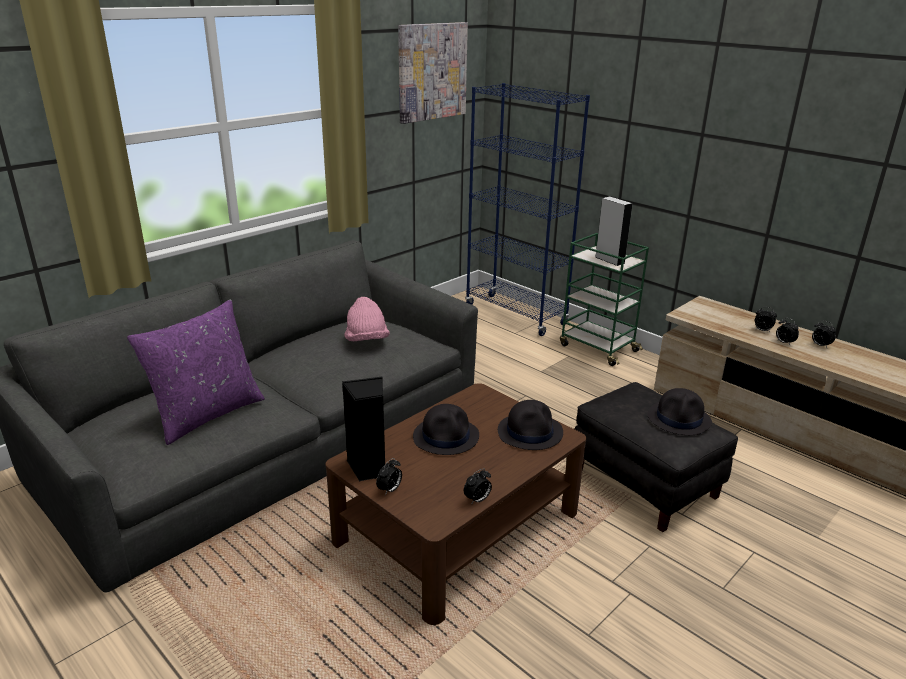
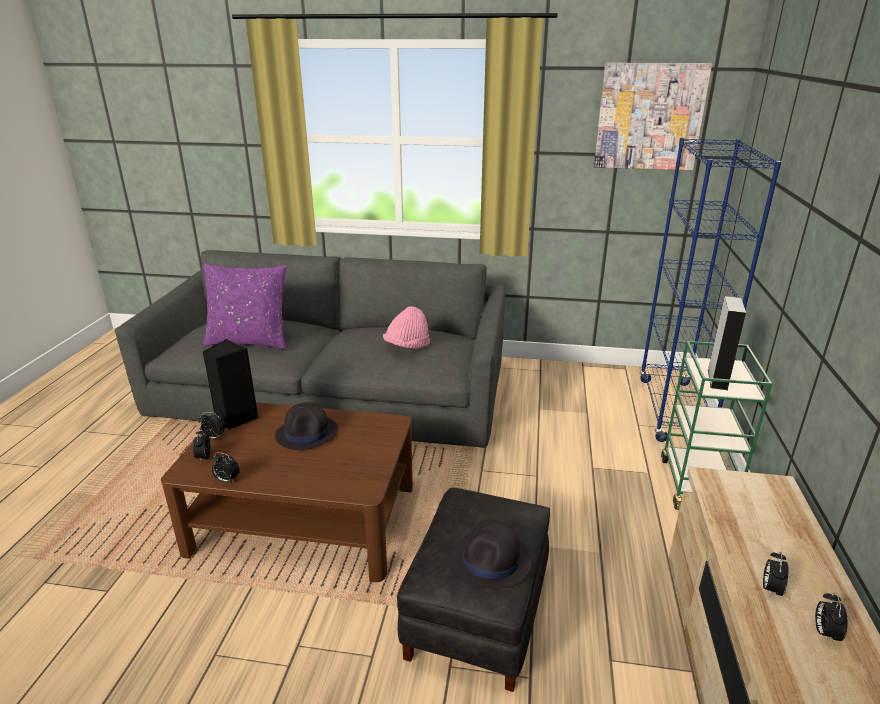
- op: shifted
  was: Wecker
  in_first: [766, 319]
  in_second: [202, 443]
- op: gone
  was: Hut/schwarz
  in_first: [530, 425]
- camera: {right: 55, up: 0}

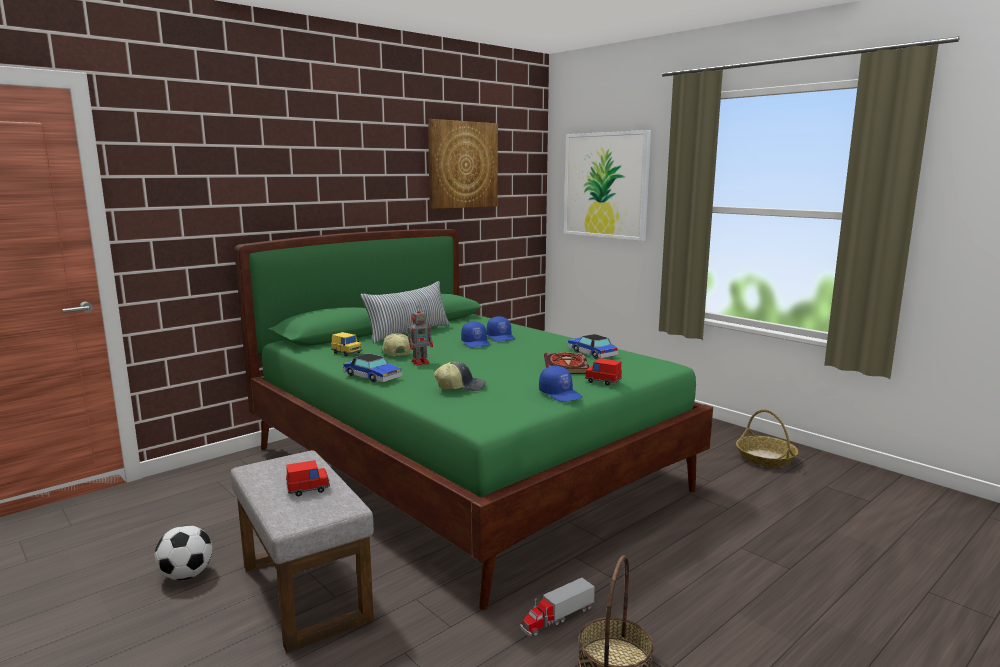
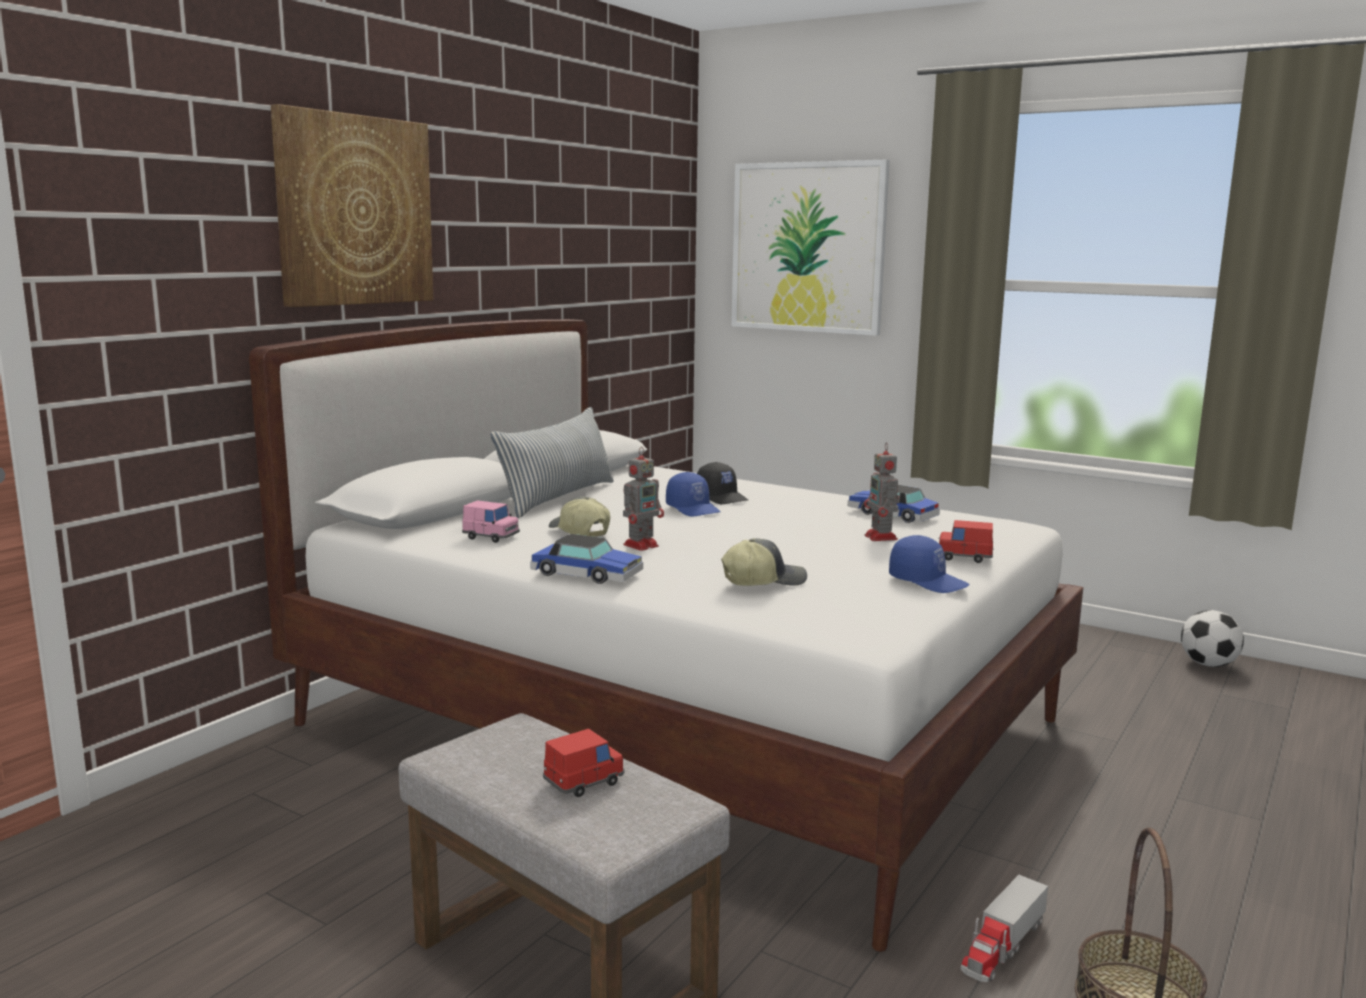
- op: repainted
  was: Bett/grün
  now: Bett/weiß
  in_first: [473, 419]
  in_second: [666, 635]
- op: shifted
  was: Bild
  in_first: [463, 164]
  in_second: [352, 205]
- op: repainted
  was: Spielzeugauto/gelb
  now: Spielzeugauto/rosa
  in_first: [346, 344]
  in_second: [491, 522]
- op: repainted
  was: Kappe/blau
  now: Kappe/schwarz
  in_first: [501, 329]
  in_second: [722, 483]
- op: swapped
  was: Buch
  now: Spielzeugroboter
  in_first: [566, 363]
  in_second: [881, 491]
- op: shifted
  was: Fußball
  in_first: [183, 552]
  in_second: [1212, 638]
- op: gone
  was: Korb
  in_first: [767, 438]
- camera: {right: -15, up: 0}

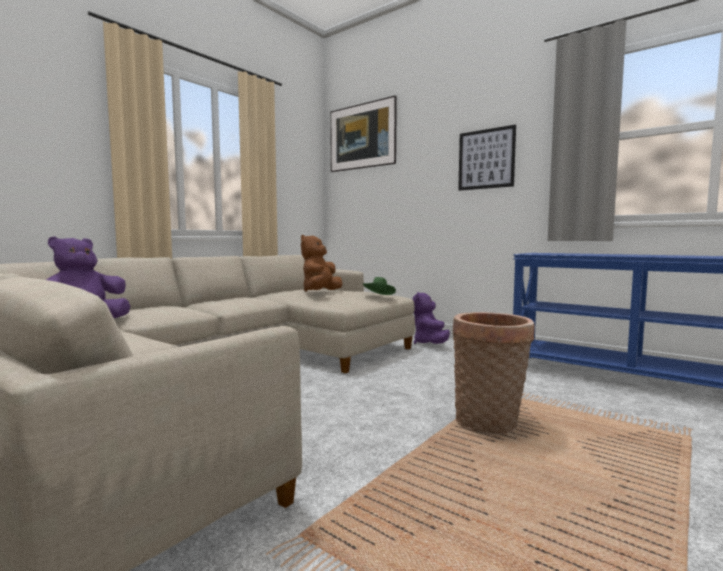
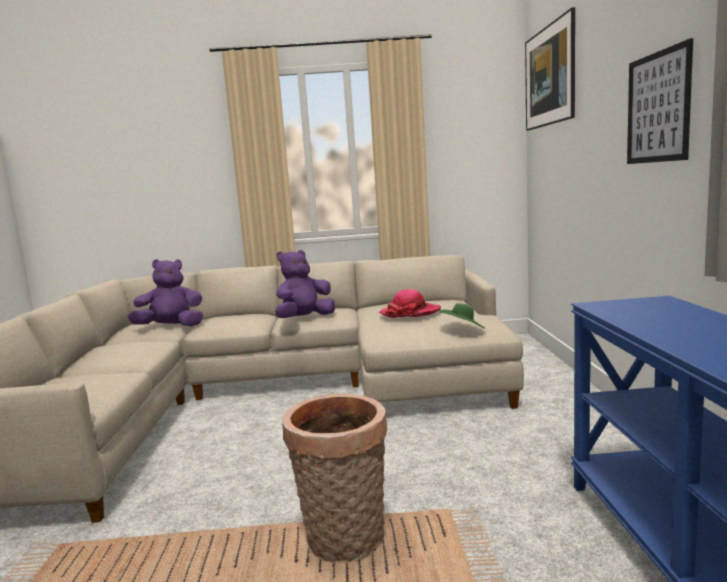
- op: shifted
  was: Plüschtier/lila
  in_first: [431, 318]
  in_second: [305, 284]
- op: swapped
  was: Plüschtier/braun
  now: Hut
  in_first: [321, 263]
  in_second: [410, 303]
- camera: {right: 50, up: 5}

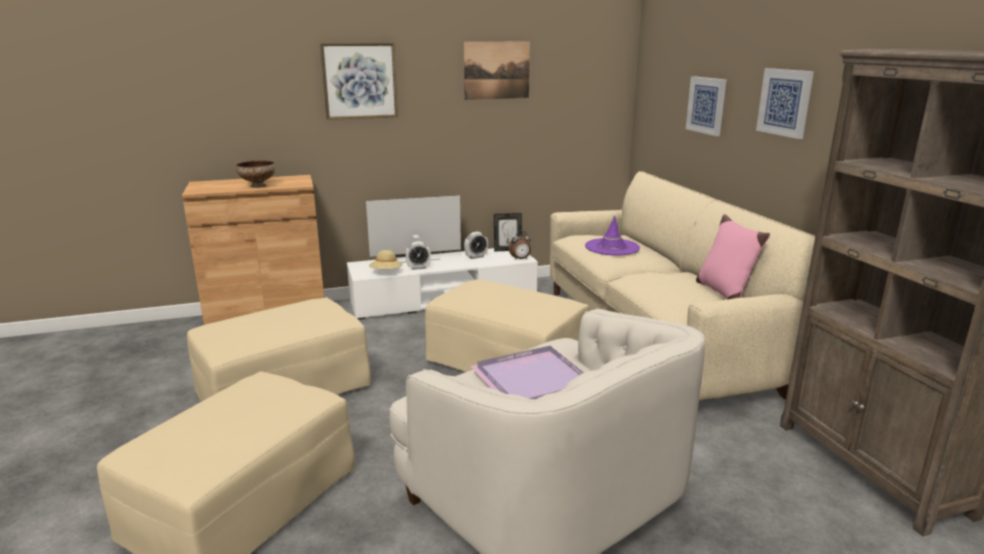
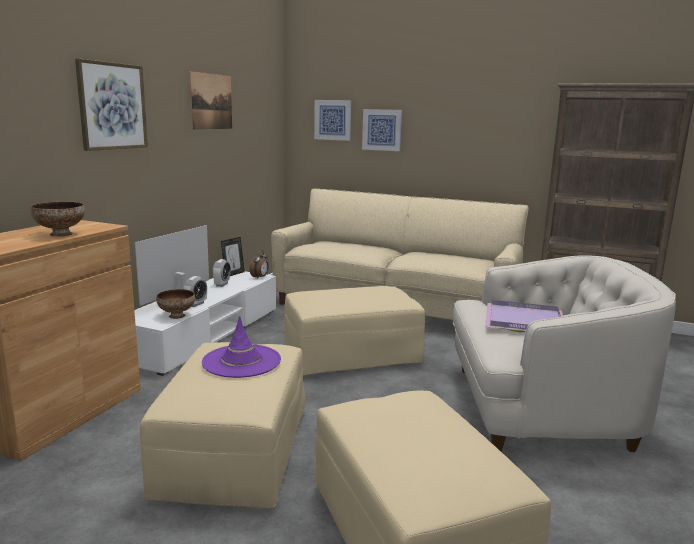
- op: swapped
  was: Hut/beige
  now: Schüssel
  in_first: [386, 259]
  in_second: [175, 304]
- op: shifted
  was: Hut/lila
  in_first: [612, 235]
  in_second: [241, 347]
- op: shifted
  was: Bild
  in_first: [785, 103]
  in_second: [332, 120]
- op: gone
  was: Kissen/rosa
  in_first: [733, 256]
- camera: {right: -50, up: -5}

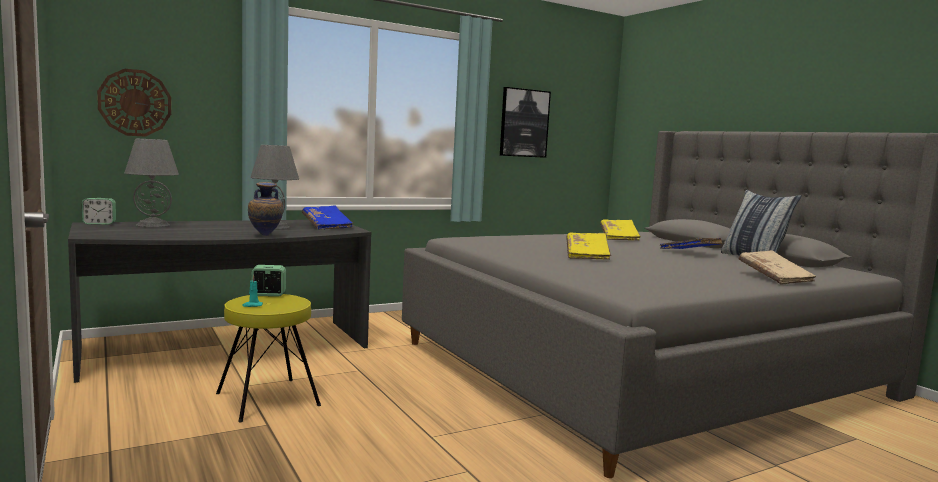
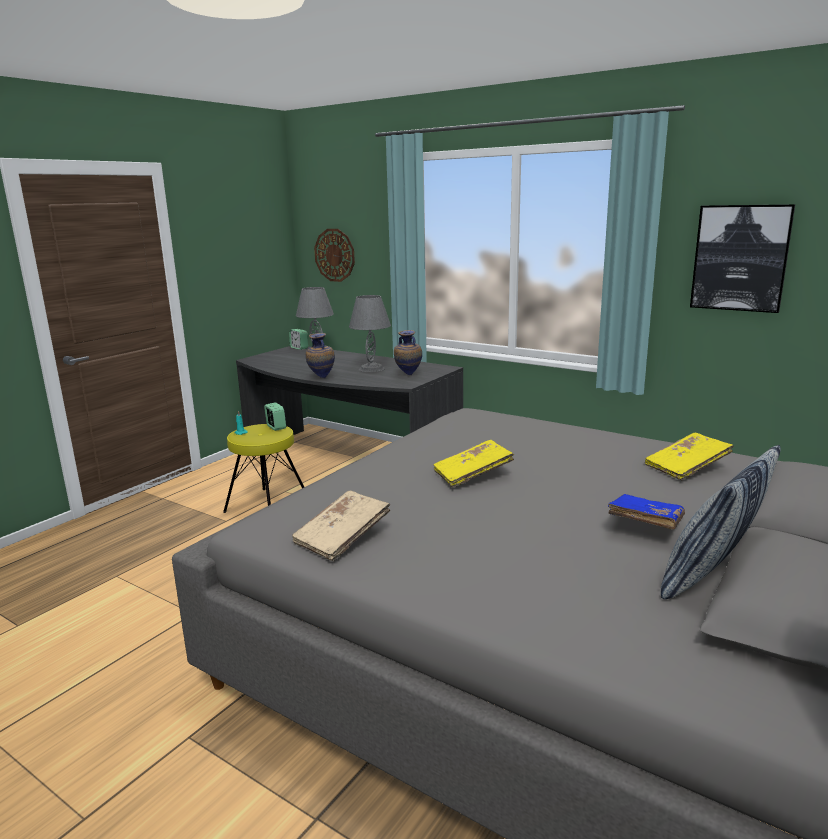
- op: shifted
  was: Buch/beige
  in_first: [777, 267]
  in_second: [341, 525]
- op: swapped
  was: Buch/blau
  now: Vase
  in_first: [327, 217]
  in_second: [408, 352]
- camera: {right: 65, up: 10}

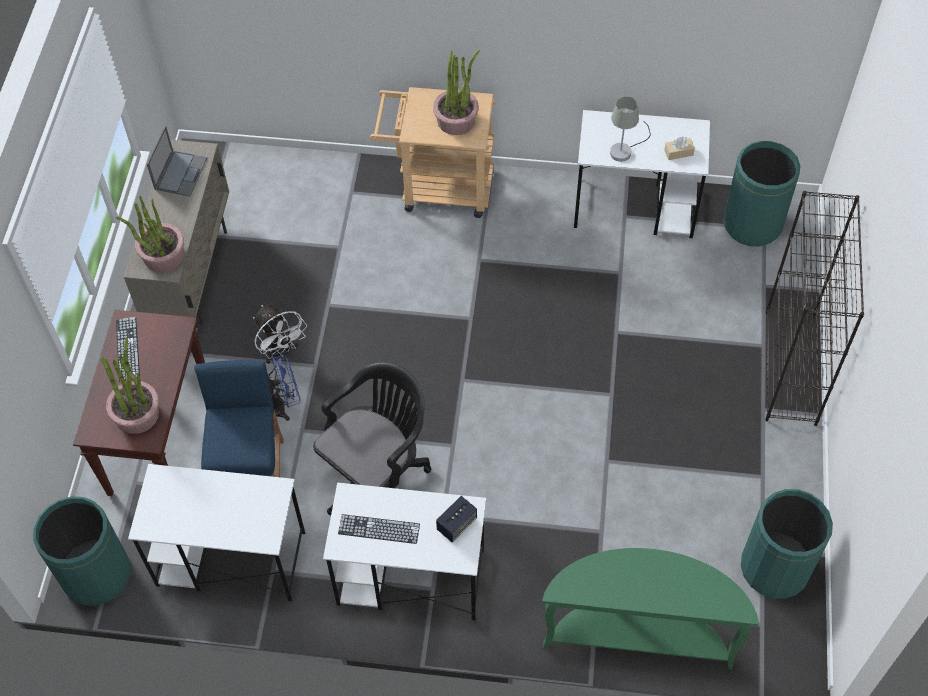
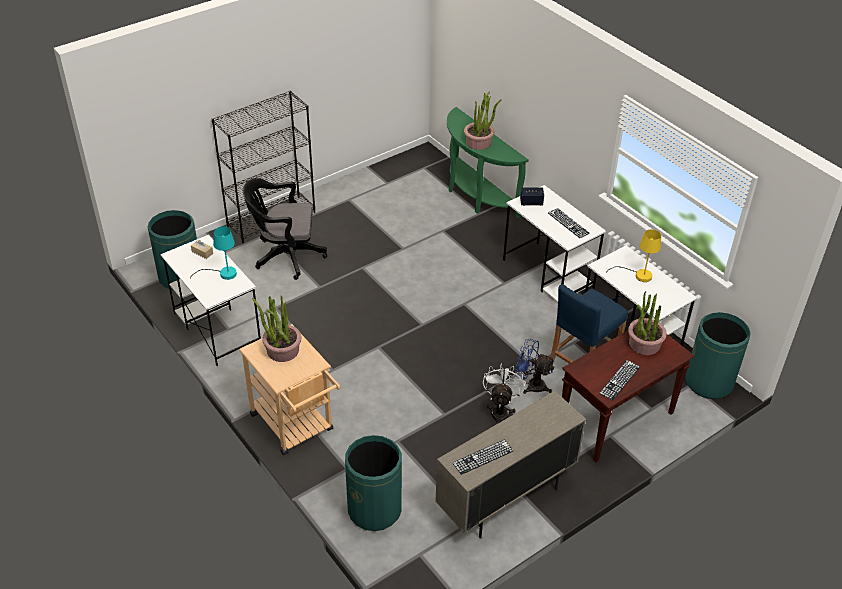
- op: repainted
  was: Tischlampe/grau
  now: Tischlampe/türkis
  in_first: [630, 129]
  in_second: [213, 253]
- op: shifted
  was: Bürostuhl/schwarz
  in_first: [372, 438]
  in_second: [285, 229]
- op: shifted
  was: Mülleimer/grün
  in_first: [787, 544]
  in_second: [373, 483]
- op: swapped
  was: Laptop
  now: Tastatur
  in_first: [177, 161]
  in_second: [483, 457]
- op: shifted
  was: Topfpflanze
  in_first: [150, 233]
  in_second: [483, 120]
- op: new
  now: Tischlampe/gelb
  in_second: [633, 255]
- camera: {right: -135, up: -15}

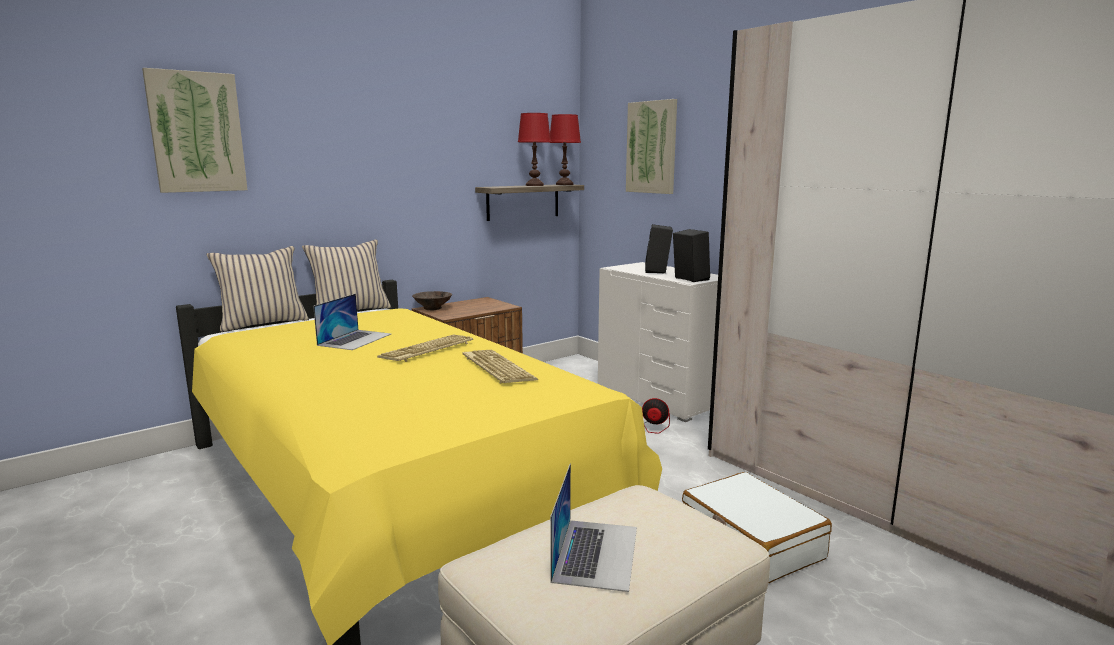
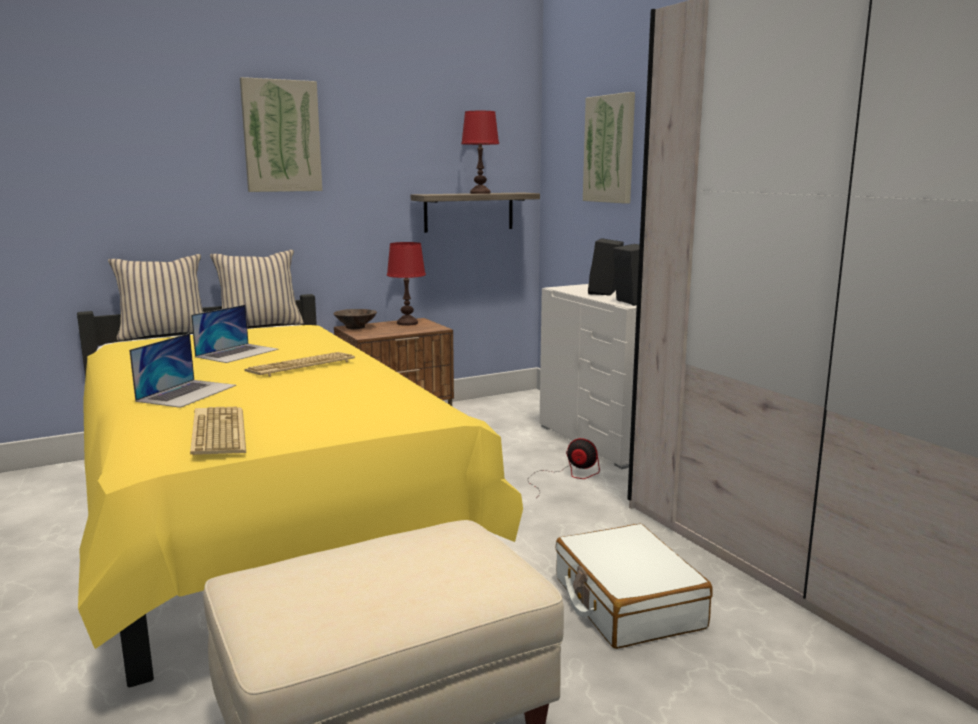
- op: shifted
  was: Laptop
  in_first: [593, 527]
  in_second: [182, 370]
- op: shifted
  was: Tastatur
  in_first: [500, 367]
  in_second: [218, 431]
- op: shifted
  was: Bild
  in_first: [195, 130]
  in_second: [281, 134]
- op: shifted
  was: Tischlampe/rot
  in_first: [565, 149]
  in_second: [406, 284]
- camera: {right: 10, up: 0}

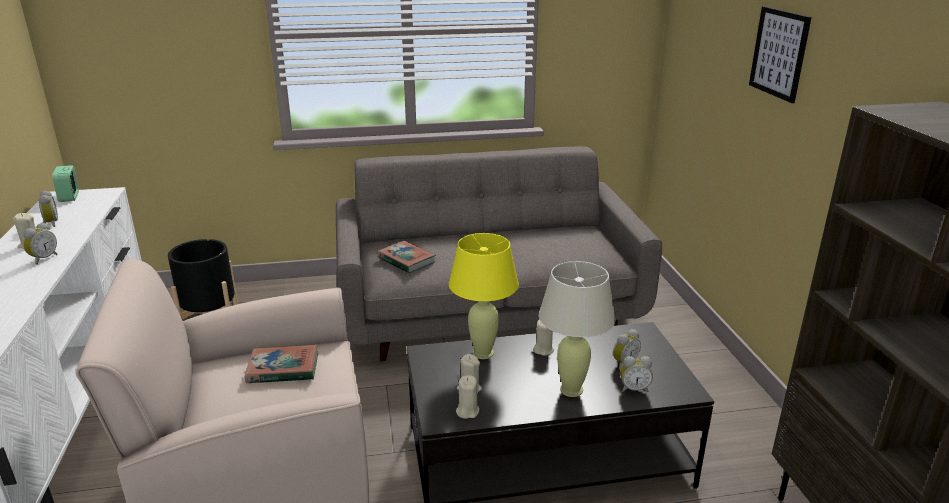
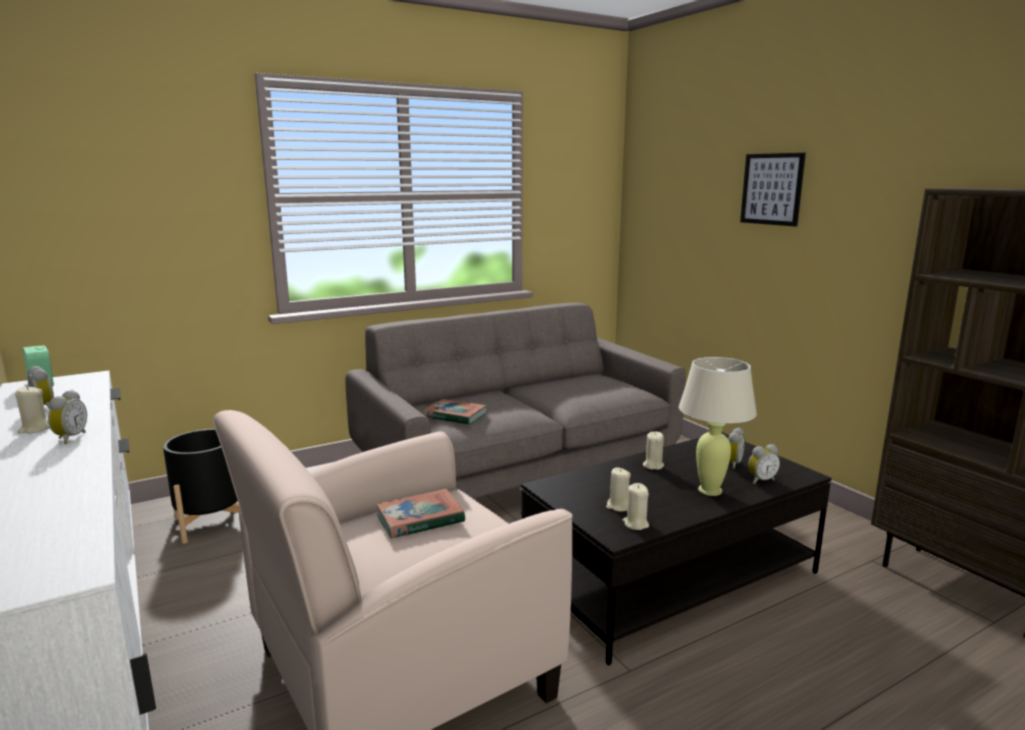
- op: gone
  was: Tischlampe/gelb
  in_first: [484, 296]
- camera: {right: -20, up: -10}

